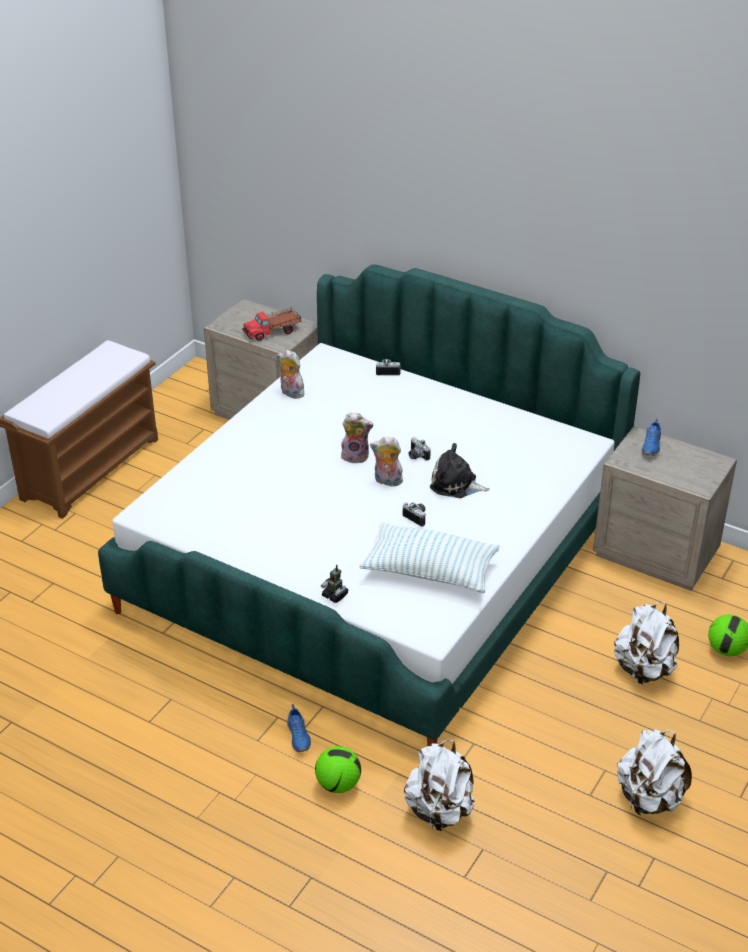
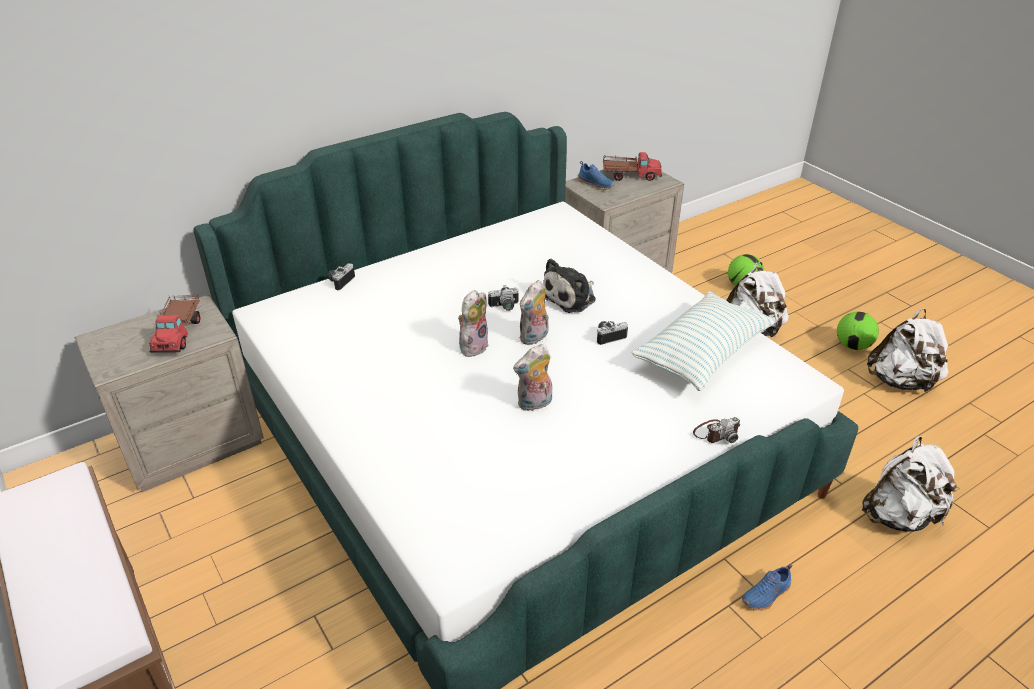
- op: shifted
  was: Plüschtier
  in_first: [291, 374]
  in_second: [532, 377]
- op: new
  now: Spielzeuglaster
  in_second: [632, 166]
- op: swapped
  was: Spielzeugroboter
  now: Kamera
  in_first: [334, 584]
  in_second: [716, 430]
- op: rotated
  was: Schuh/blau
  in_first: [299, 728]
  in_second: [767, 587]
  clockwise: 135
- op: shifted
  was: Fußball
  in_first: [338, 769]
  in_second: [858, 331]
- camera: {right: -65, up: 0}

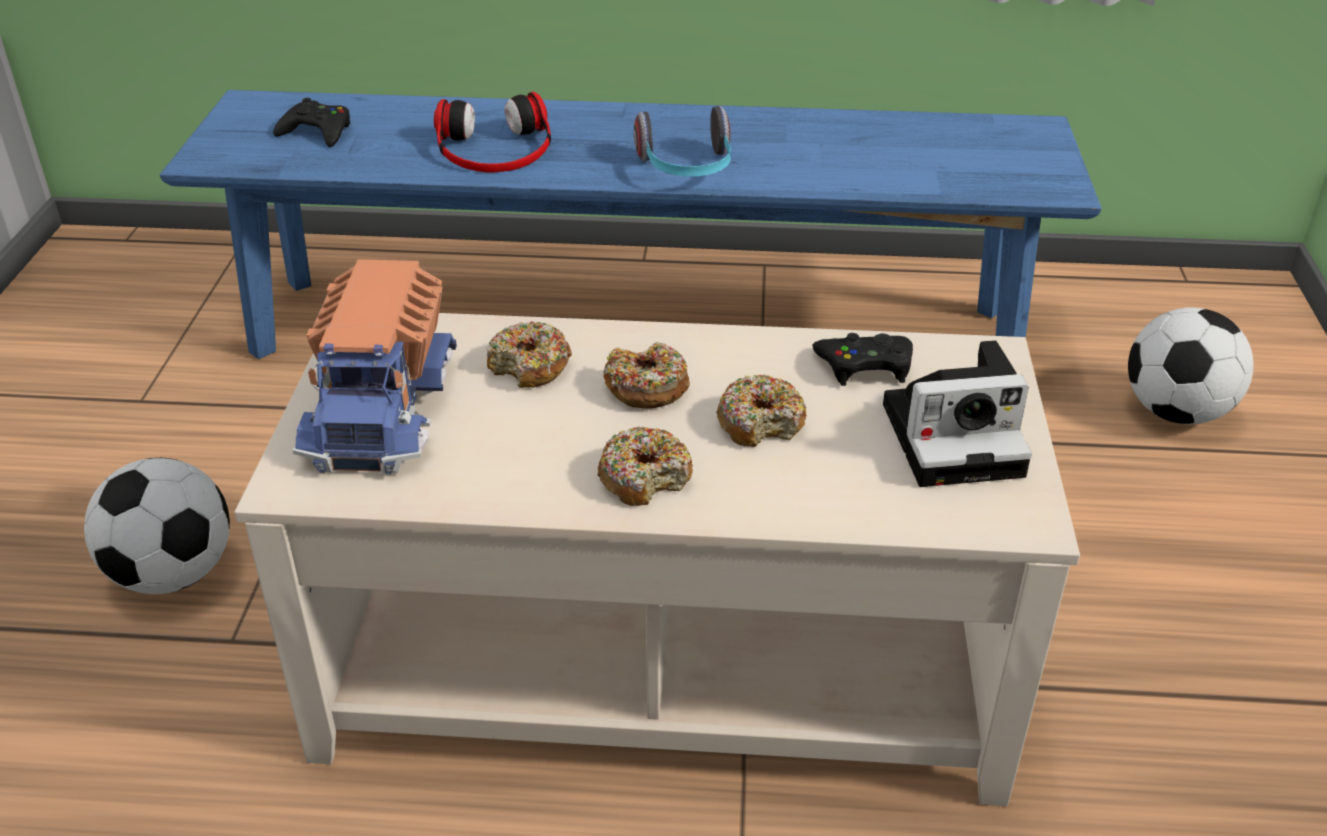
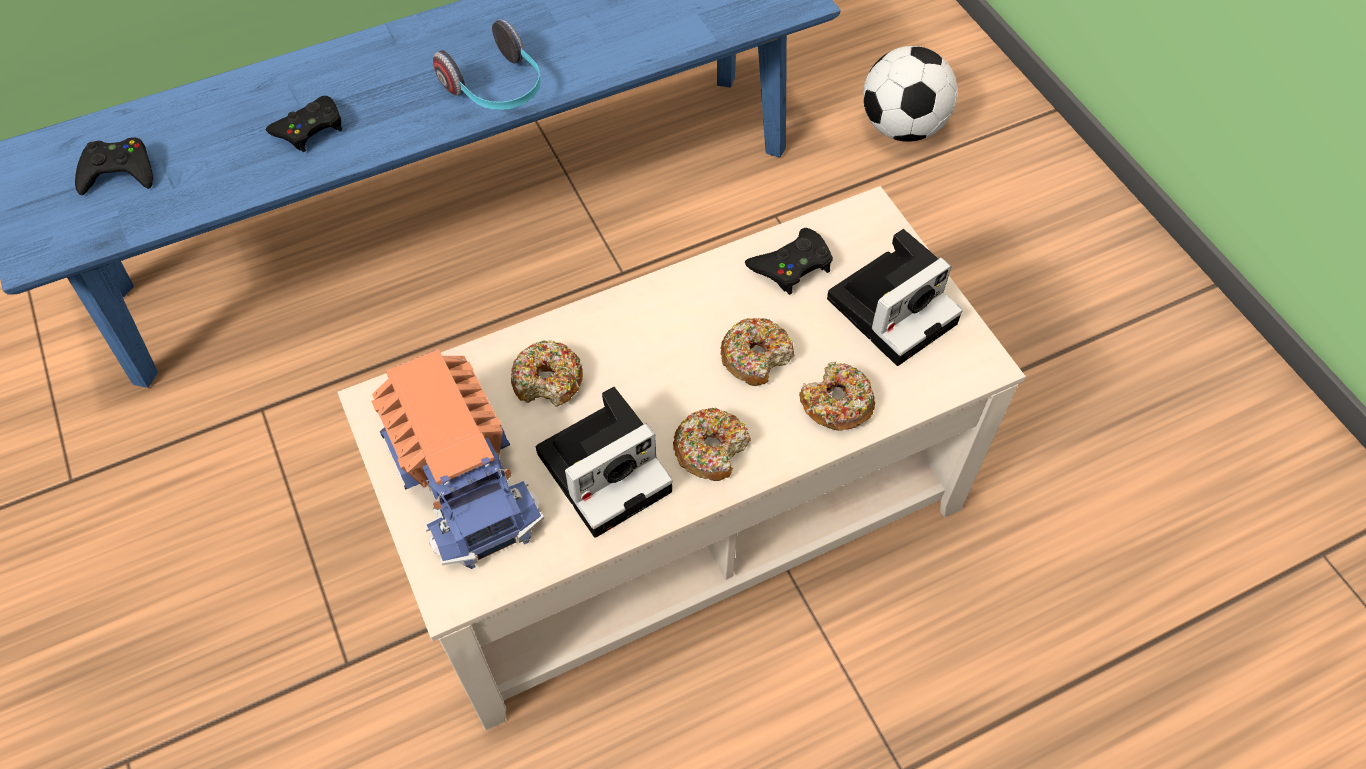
- op: swapped
  was: Kopfhörer
  now: Gamepad/schwarz
  in_first: [492, 132]
  in_second: [304, 124]
- op: new
  now: Kamera
  in_second: [604, 462]
- op: shifted
  was: Donut
  in_first: [646, 375]
  in_second: [837, 396]
- op: gone
  was: Fußball
  in_first: [157, 526]
- camera: {right: -30, up: 20}

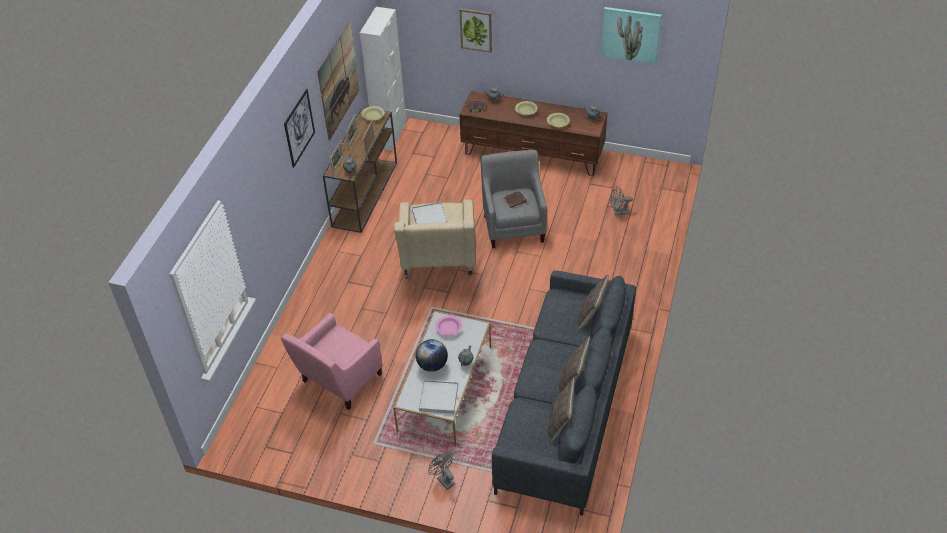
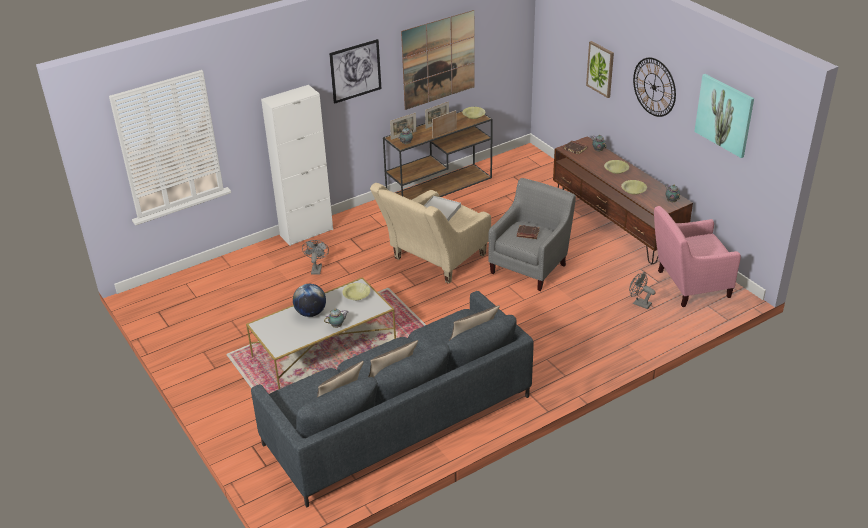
- op: shifted
  was: Schrank/weiß
  in_first: [383, 78]
  in_second: [297, 165]
- op: shifted
  was: Ventilator/grau
  in_first: [441, 471]
  in_second: [315, 257]
- op: repainted
  was: Schüssel/rosa
  now: Schüssel/gelb
  in_first: [448, 325]
  in_second: [356, 291]
- op: new
  now: Wanduhr
  in_second: [654, 87]
- op: shifted
  was: Sessel/rosa
  in_first: [332, 361]
  in_second: [697, 256]
- op: gone
  was: Tablett/weiß
  in_first: [438, 397]
- camera: {right: 40, up: -10}

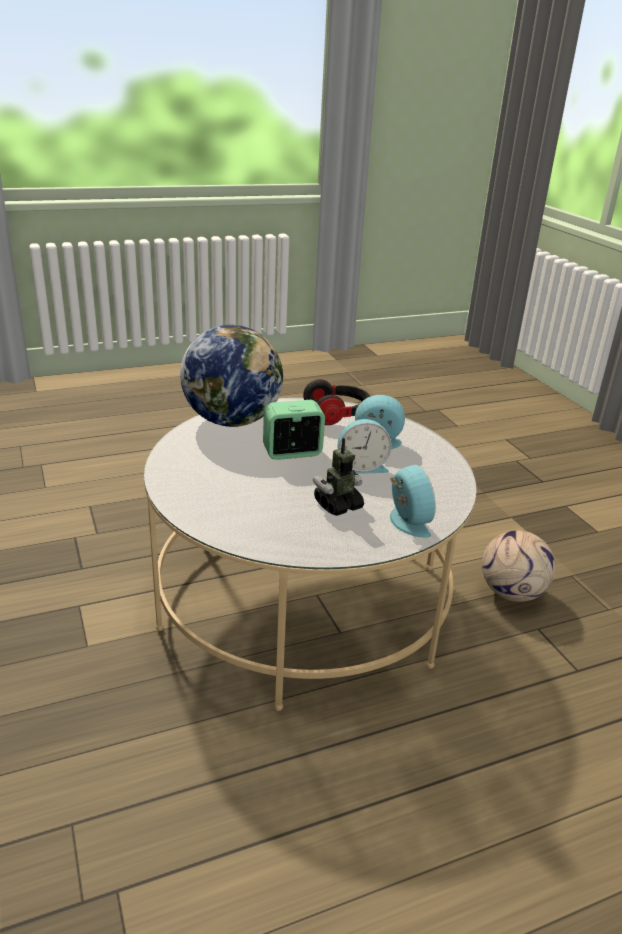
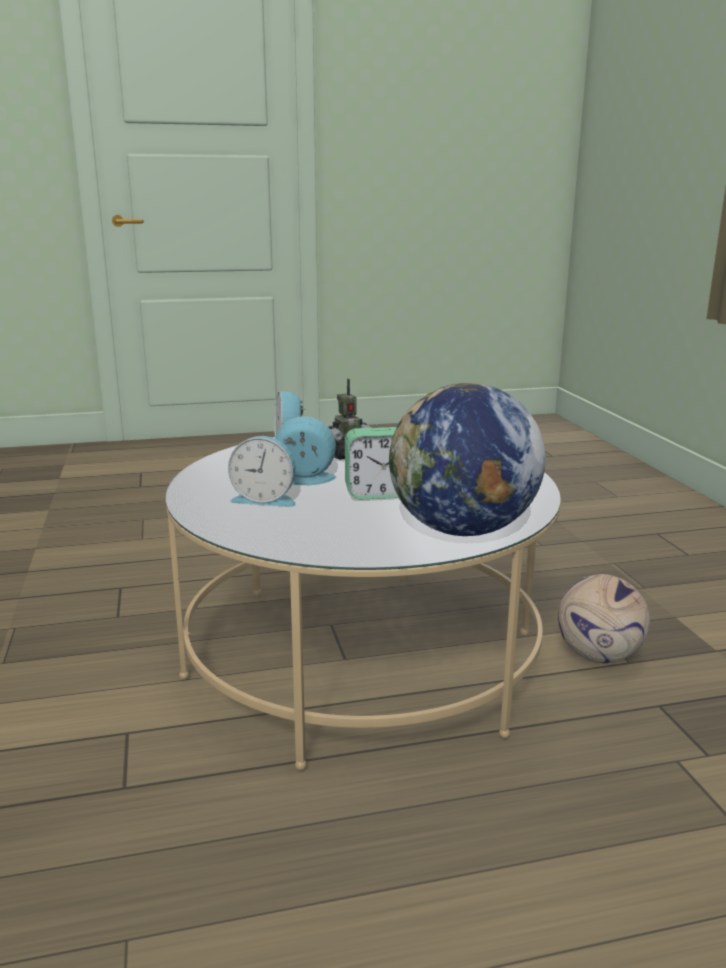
- op: shifted
  was: Fußball
  in_first: [518, 566]
  in_second: [604, 618]
- op: gone
  was: Kopfhörer
  in_first: [337, 402]
- camera: {right: -170, up: -10}

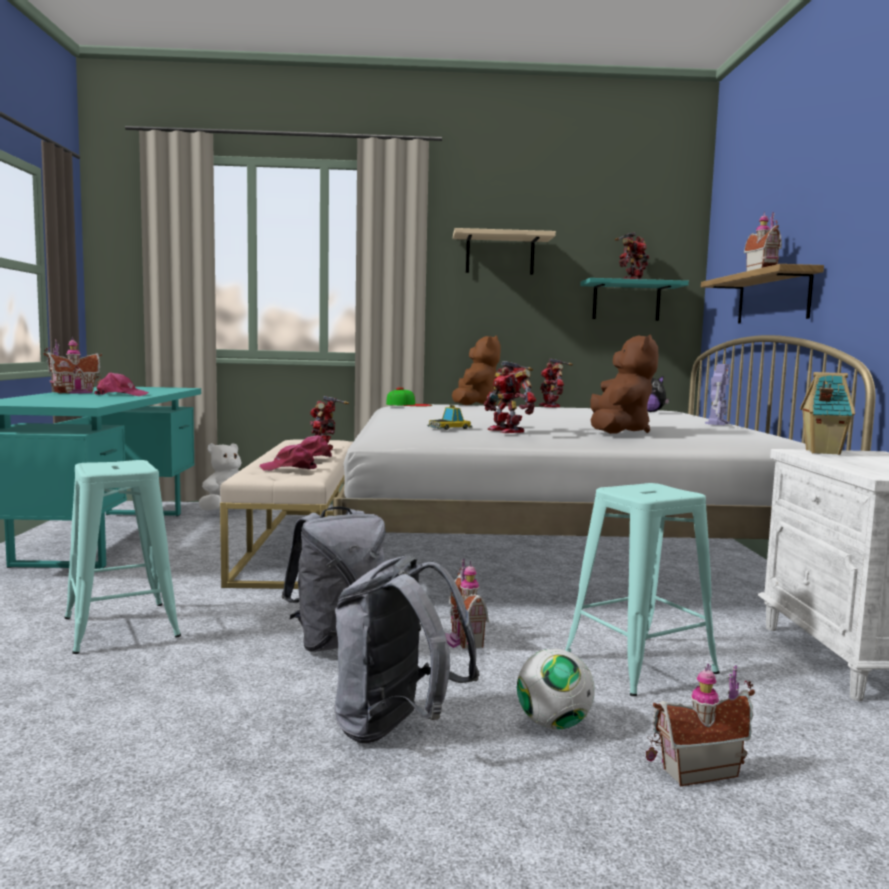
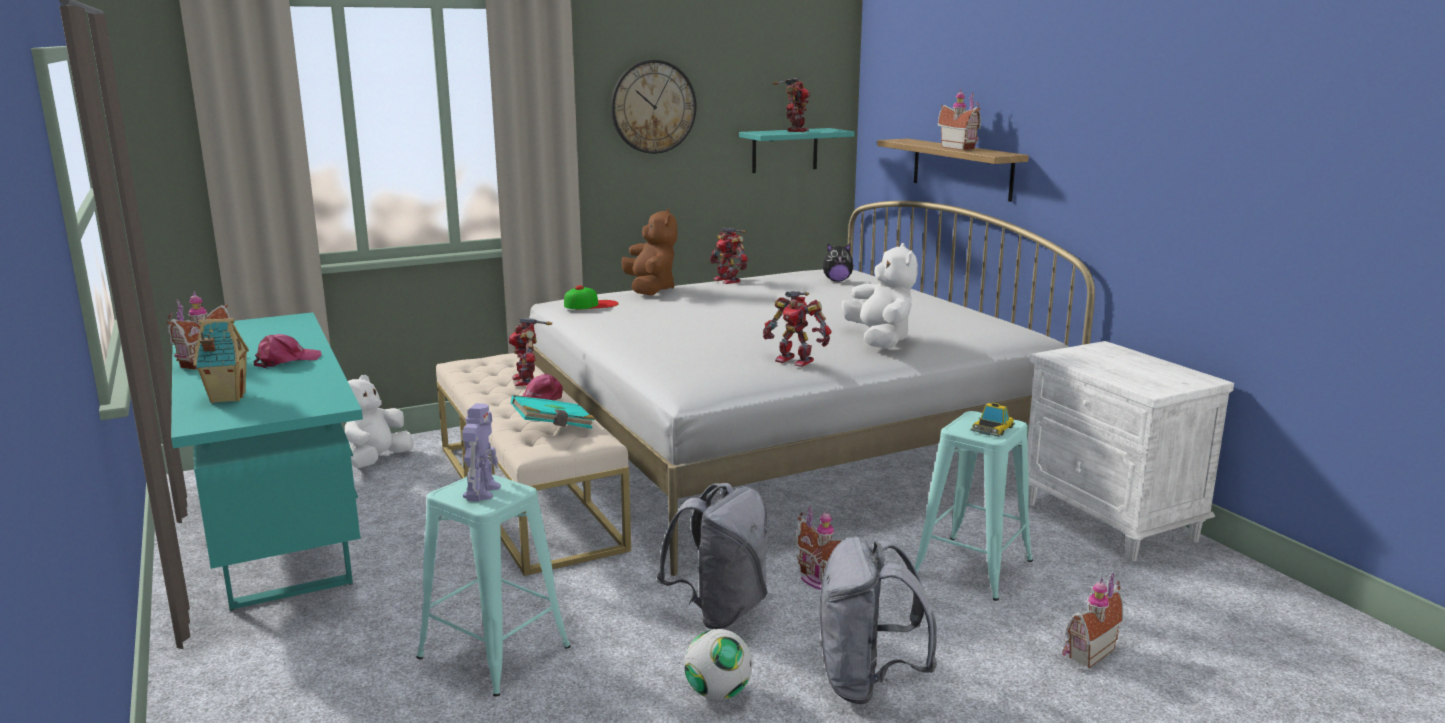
- op: shifted
  was: Spielzeughaus
  in_first: [827, 413]
  in_second: [221, 360]
- op: shifted
  was: Spielzeugroboter
  in_first: [717, 394]
  in_second: [481, 452]
- op: swapped
  was: Kappe/rosa
  now: Buch/türkis
  in_first: [288, 457]
  in_second: [553, 412]
- op: swapped
  was: Wandregal/beige
  now: Wanduhr
  in_first: [504, 251]
  in_second: [653, 107]
- op: shifted
  was: Fußball
  in_first: [556, 688]
  in_second: [718, 664]
- op: repainted
  was: Plüschtier/braun
  now: Plüschtier/weiß
  in_first: [624, 384]
  in_second: [880, 296]
- op: shifted
  was: Spielzeugauto
  in_first: [449, 417]
  in_second: [992, 419]
- camera: {right: -25, up: 10}

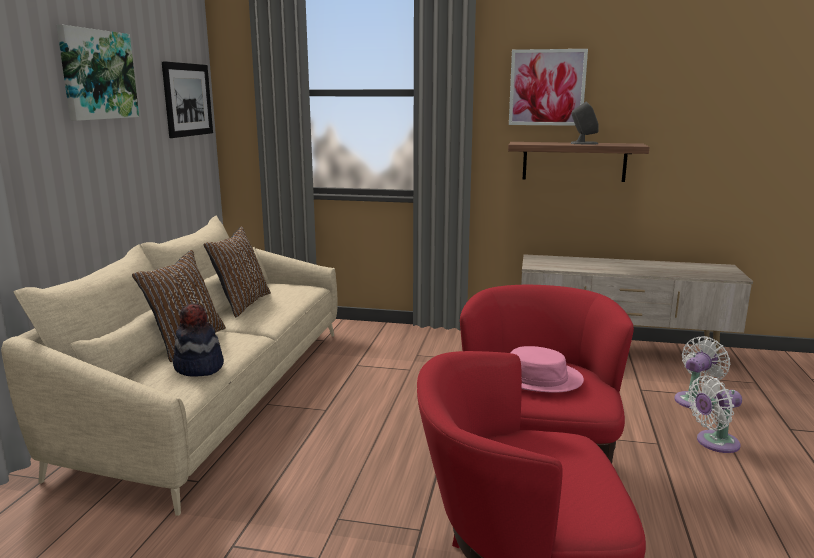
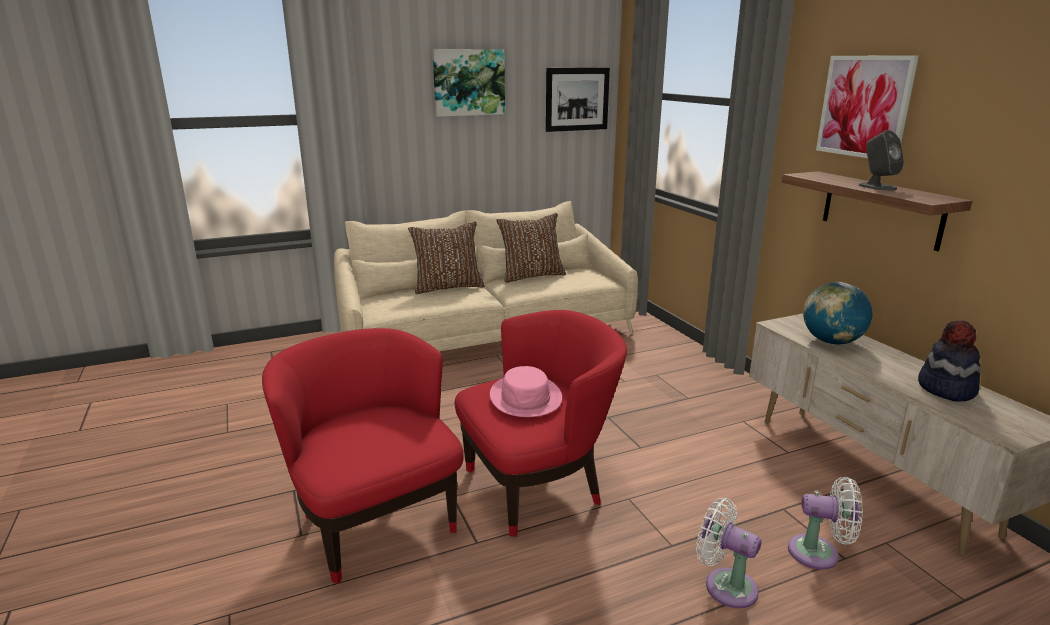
- op: new
  now: Globus
  in_second: [838, 313]
- op: shifted
  was: Hut
  in_first: [198, 340]
  in_second: [949, 361]
- camera: {right: 55, up: 5}

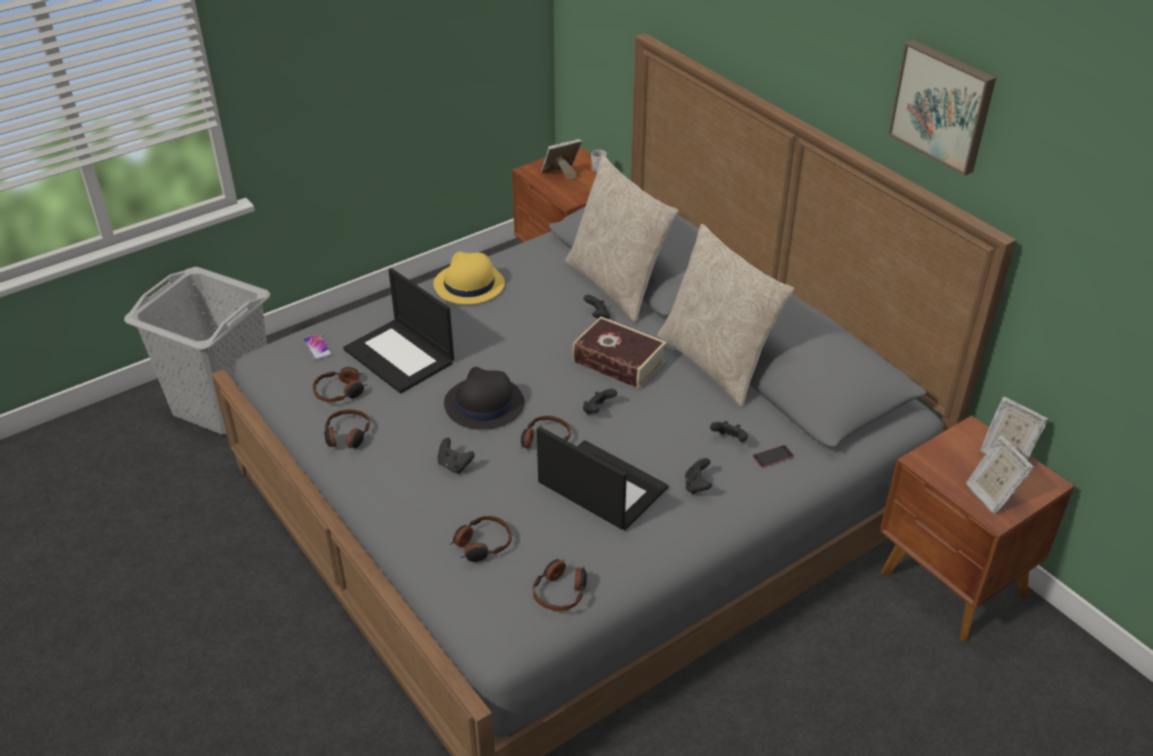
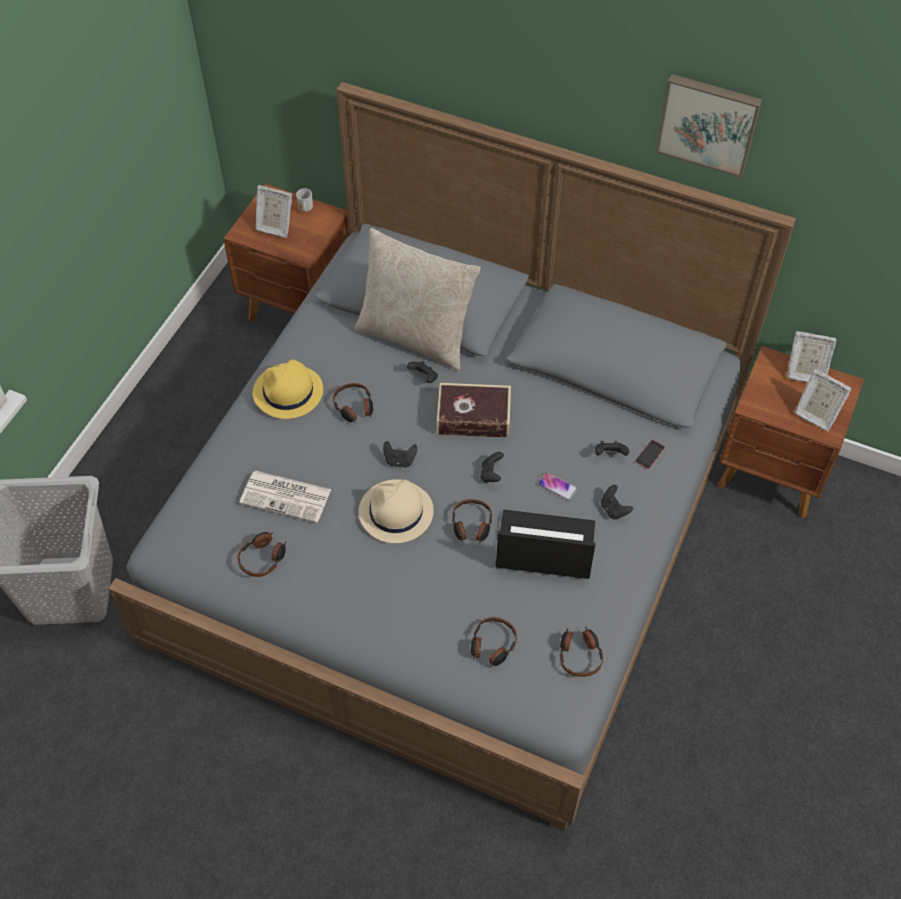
- op: swapped
  was: Laptop
  now: Zeitung
  in_first: [398, 330]
  in_second: [285, 497]
- op: rotated
  was: Bilderrahmen
  in_first: [561, 159]
  in_second: [274, 211]
  clockwise: -105
- op: shifted
  was: Kopfhörer
  in_first: [347, 429]
  in_second: [353, 403]
- op: repainted
  was: Hut/schwarz
  now: Hut/beige
  in_first: [484, 398]
  in_second: [396, 511]
- op: shifted
  was: Gamepad/schwarz
  in_first: [456, 456]
  in_second: [400, 454]
- op: shifted
  was: Handy
  in_first: [318, 347]
  in_second: [557, 486]
- op: gone
  was: Kissen/beige
  in_first: [725, 315]
- camera: {right: -30, up: 15}

